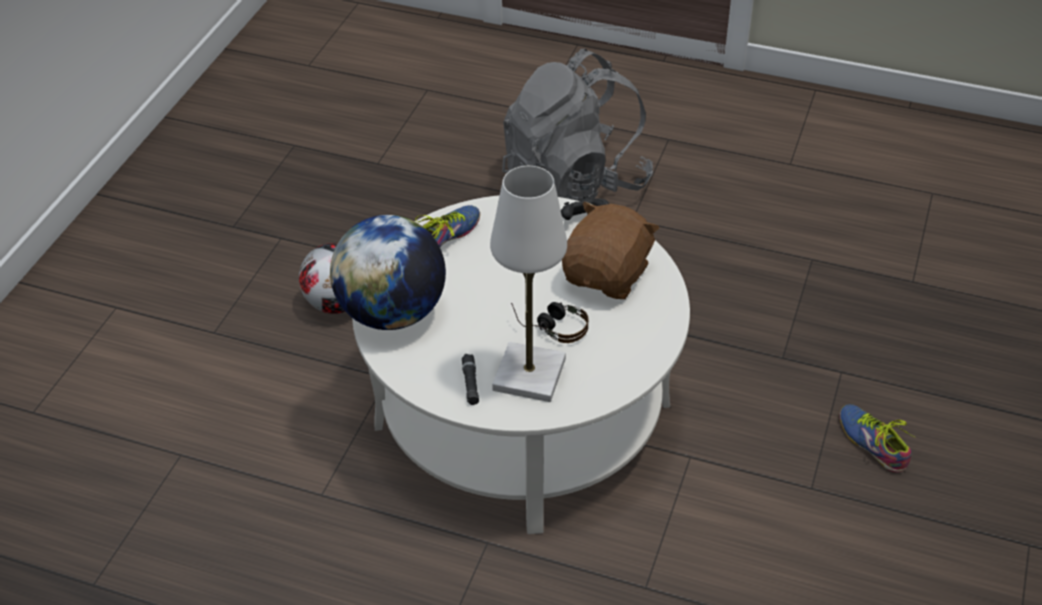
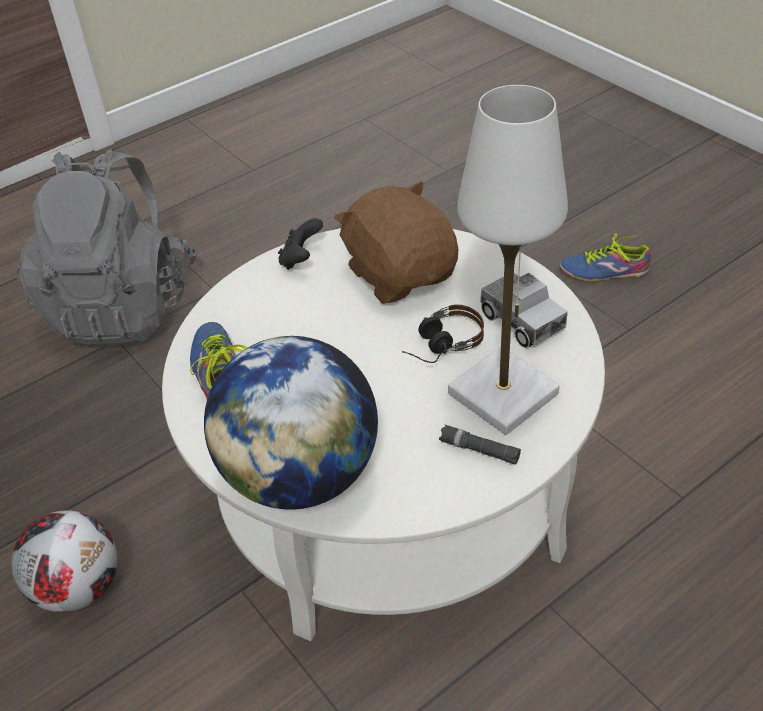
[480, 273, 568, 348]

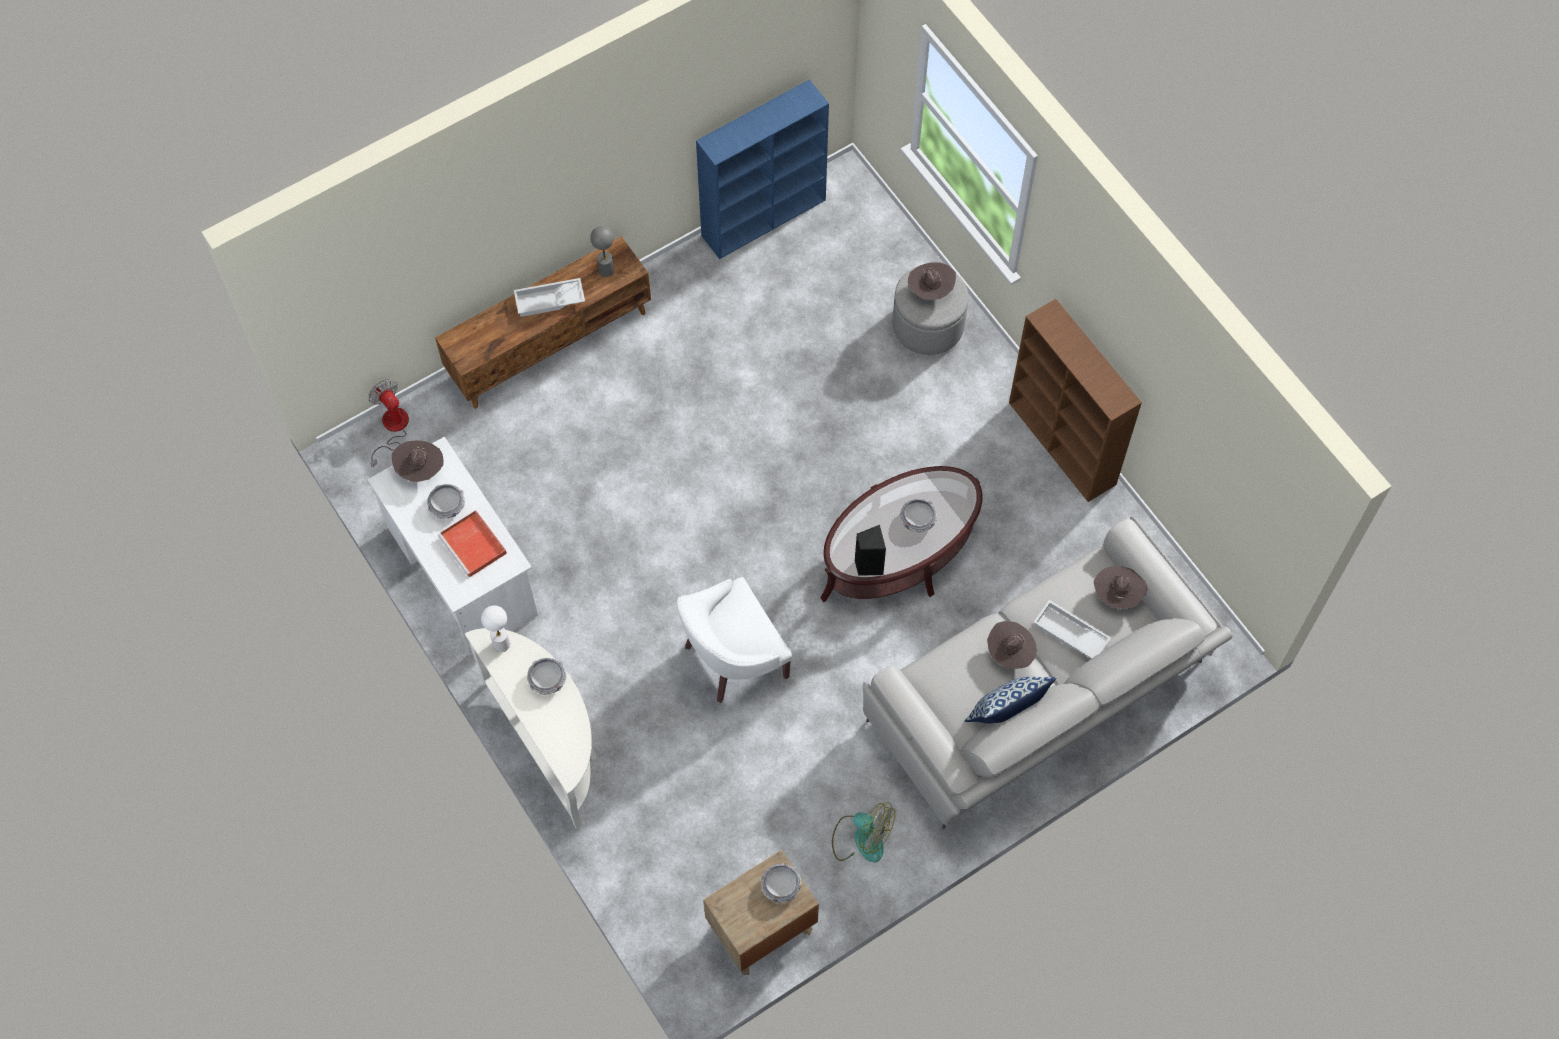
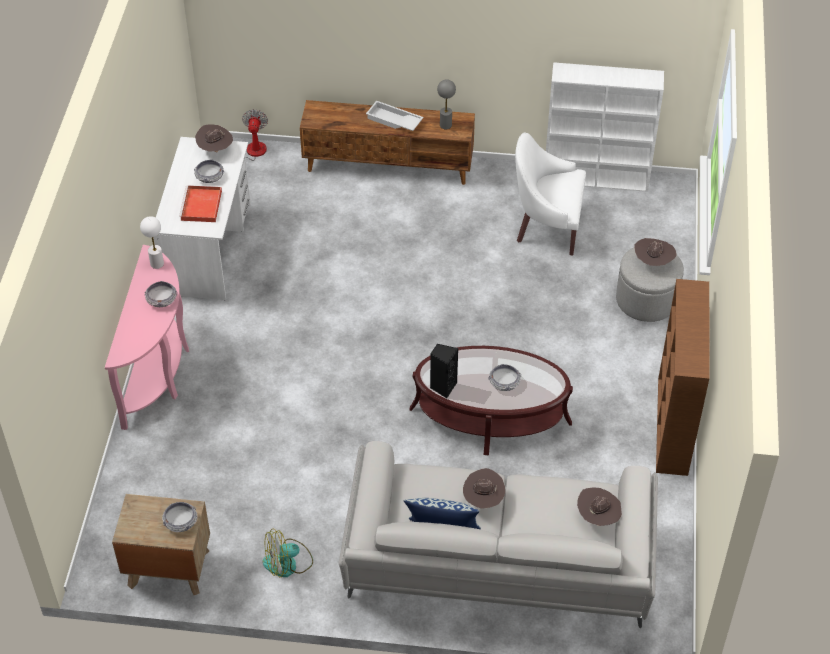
[546, 62, 664, 192]
[515, 133, 586, 256]
[1033, 600, 1111, 658] (first image)
[105, 245, 189, 430]
[263, 528, 313, 577]

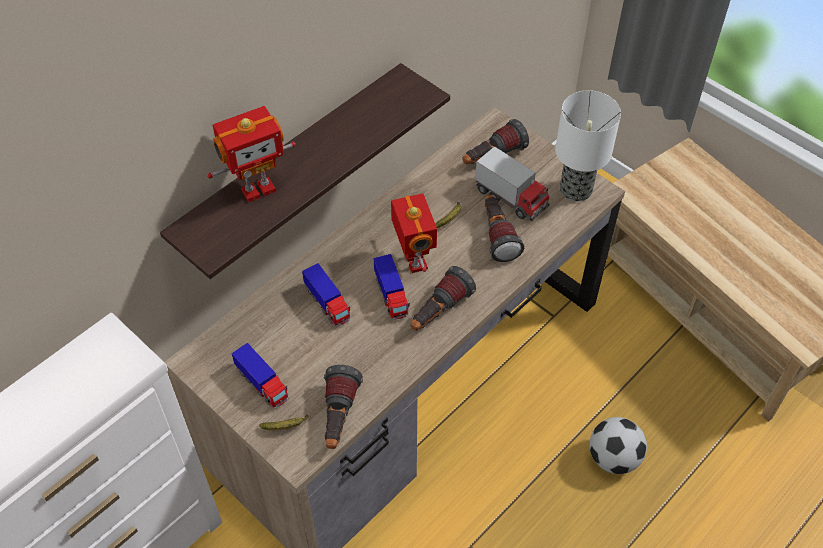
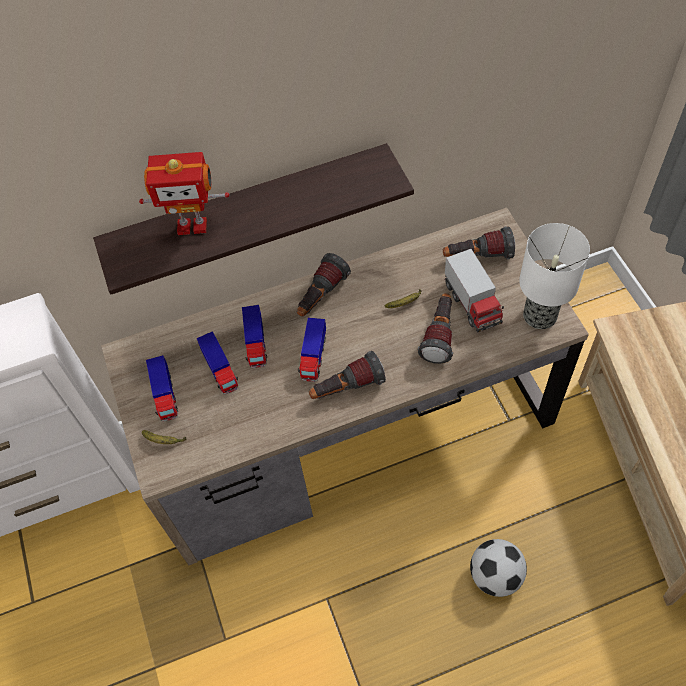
[391, 193, 437, 273] (first image)
[297, 253, 351, 317]
[197, 331, 239, 395]

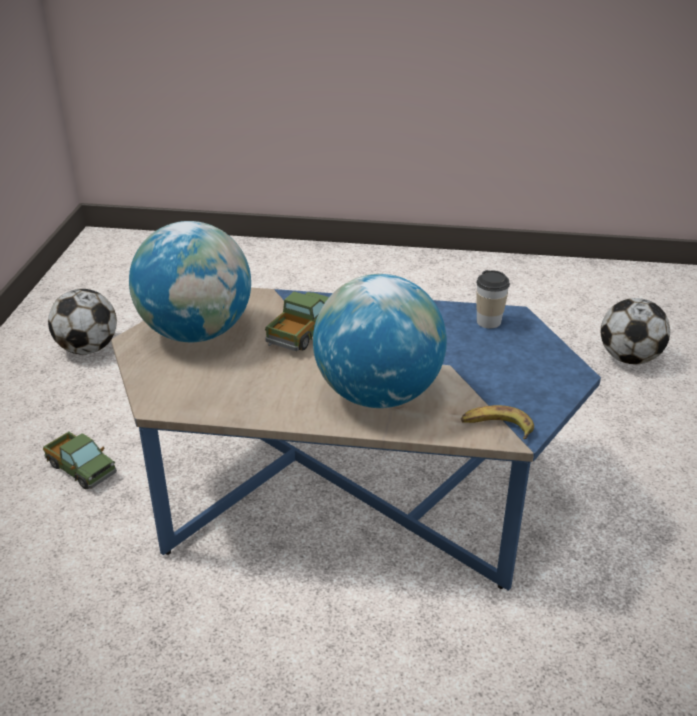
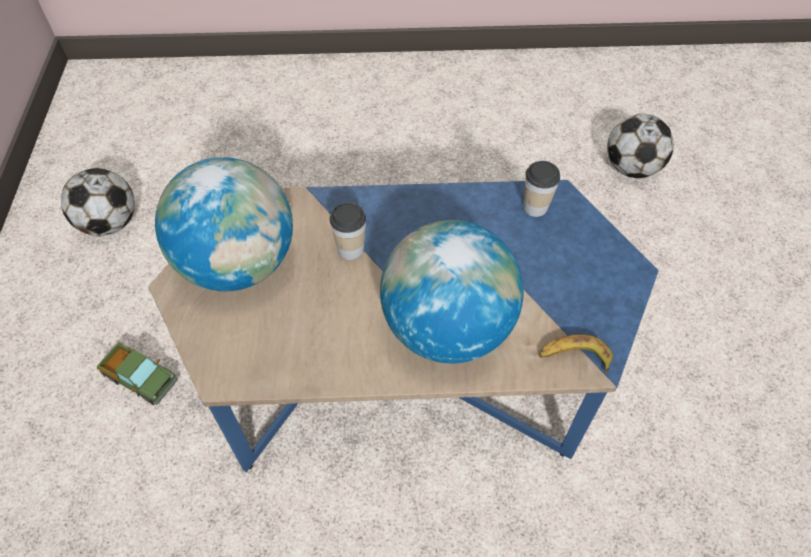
[330, 203, 366, 260]

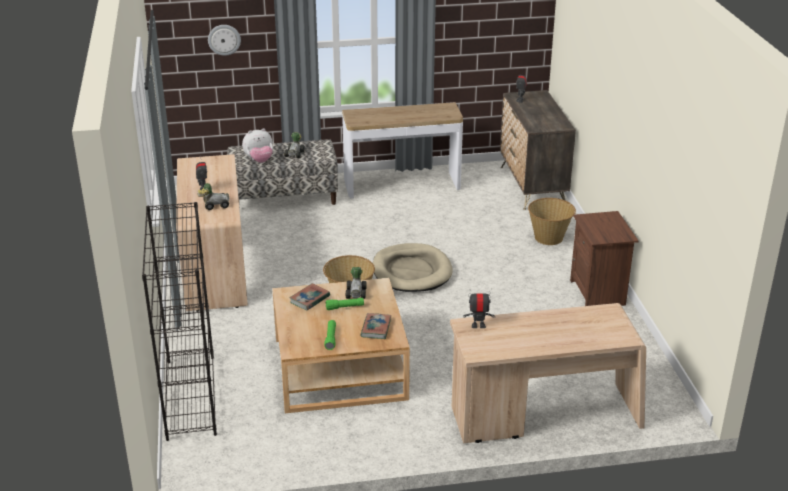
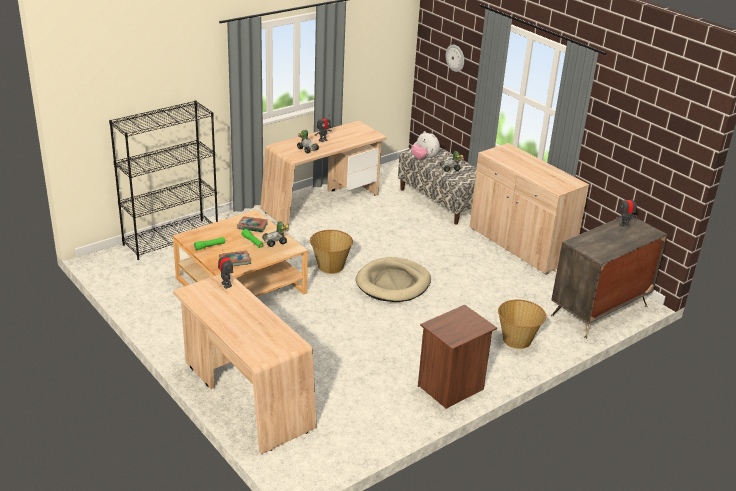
[469, 143, 589, 275]

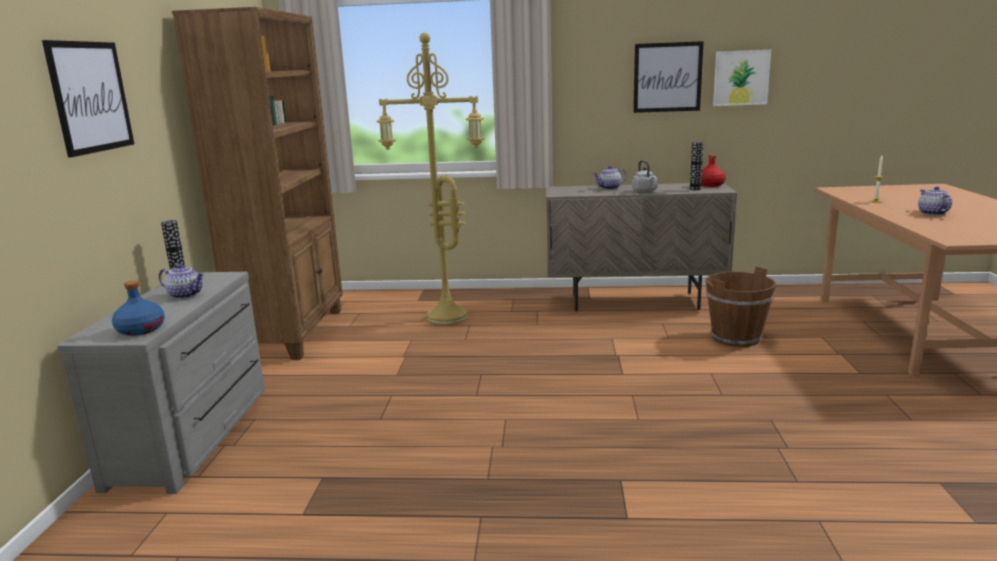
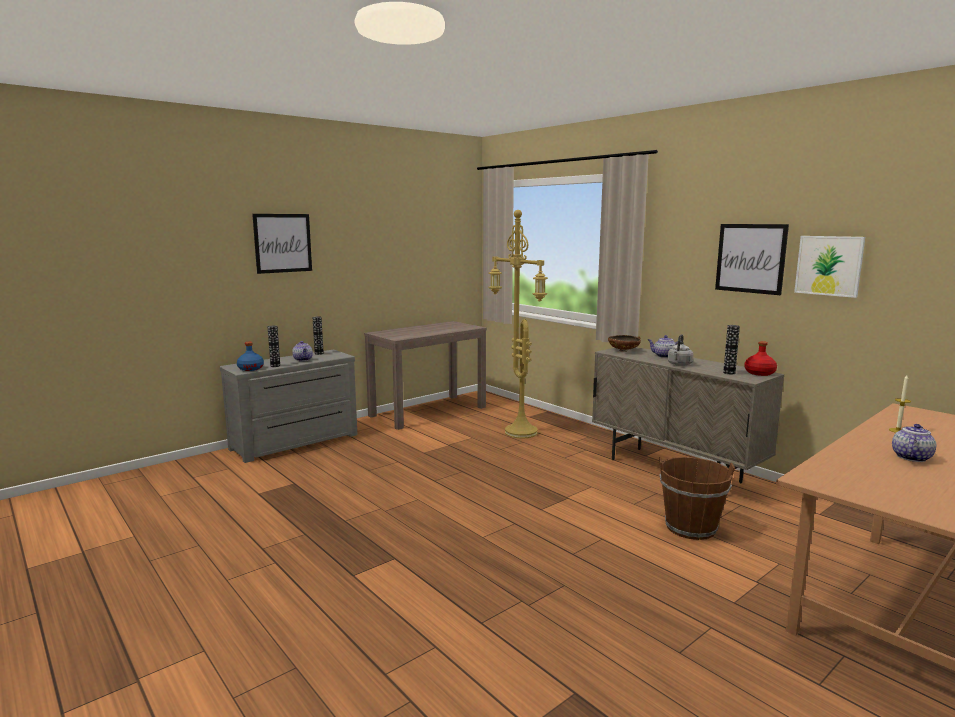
[364, 321, 487, 430]
[267, 326, 280, 367]
[608, 335, 641, 352]

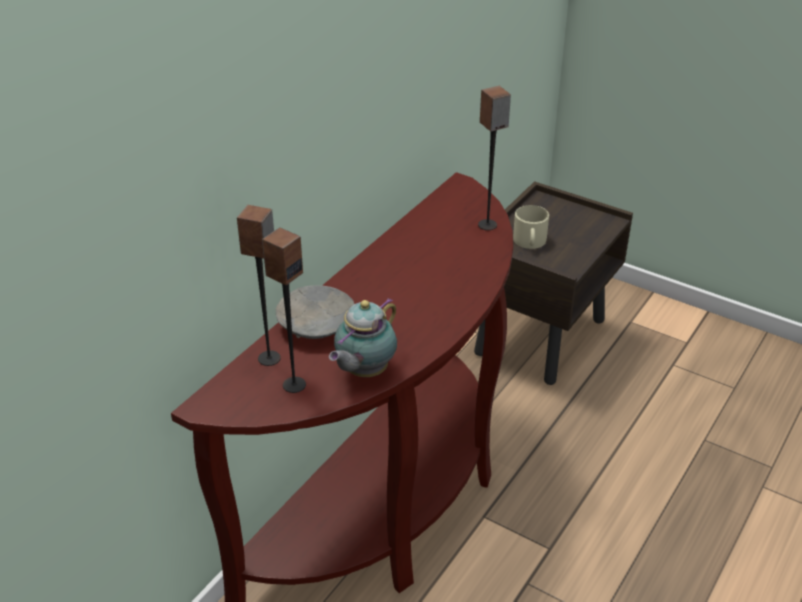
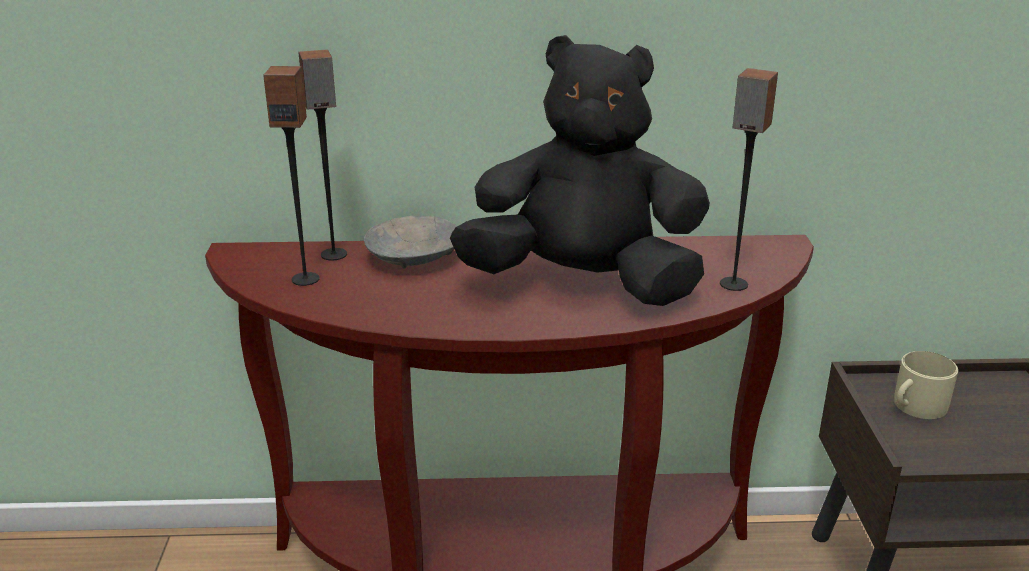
[329, 298, 397, 377] (first image)
[450, 35, 710, 306]

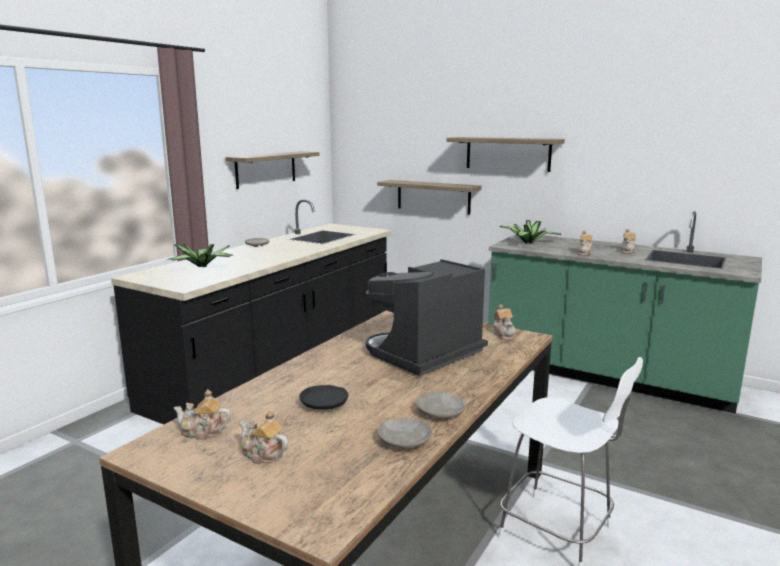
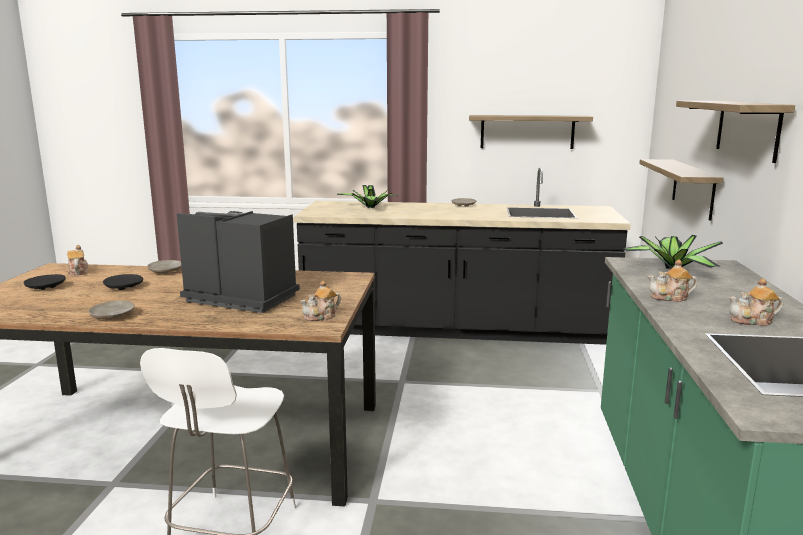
[24, 274, 66, 290]
[147, 260, 182, 274]

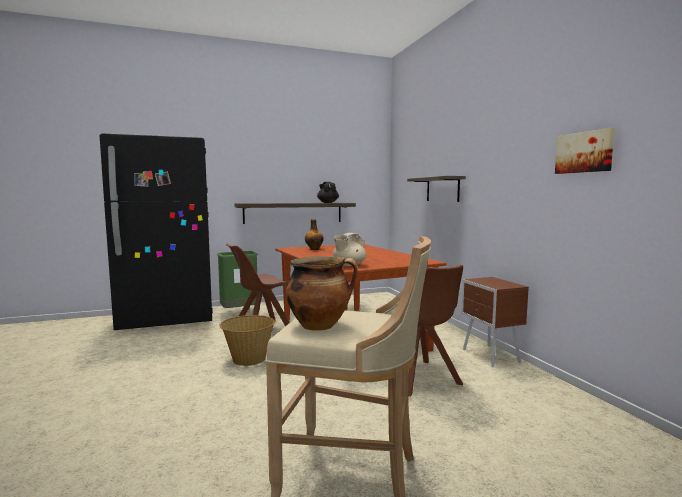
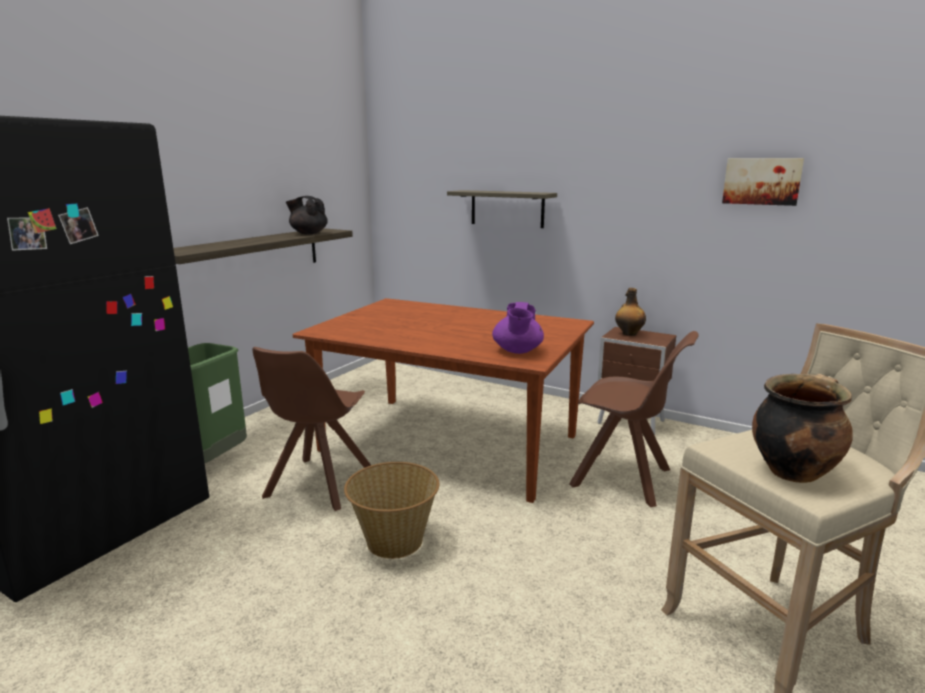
[615, 288, 646, 336]
[492, 302, 544, 354]

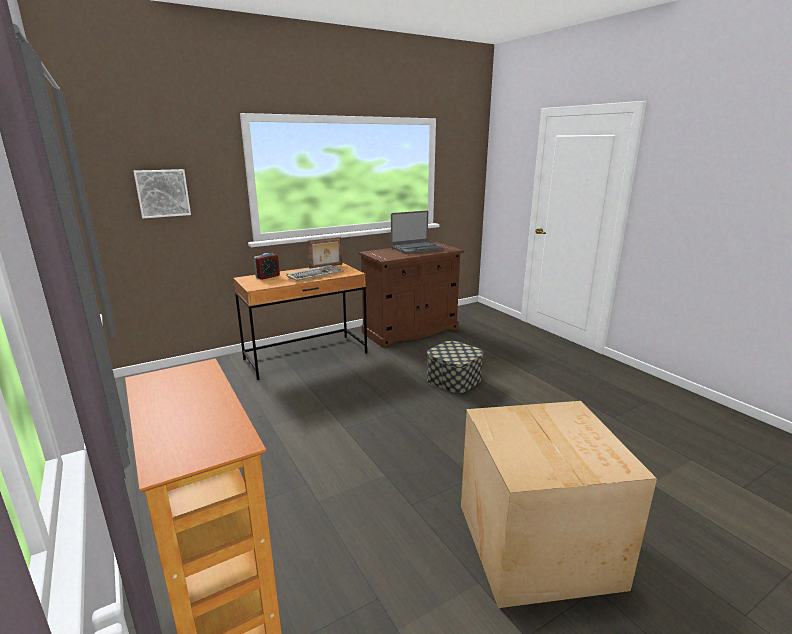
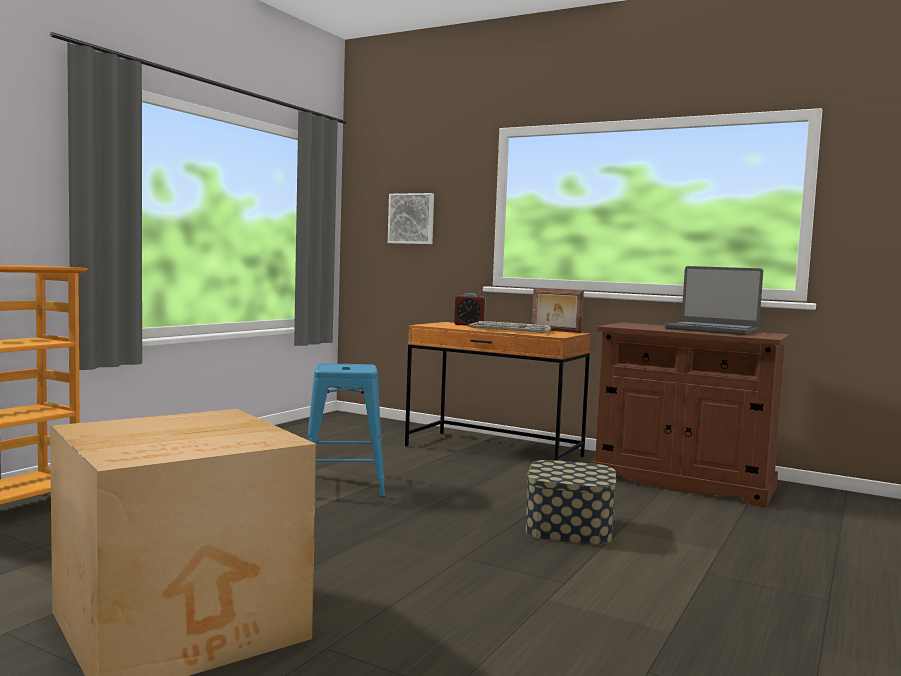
[307, 363, 385, 497]

